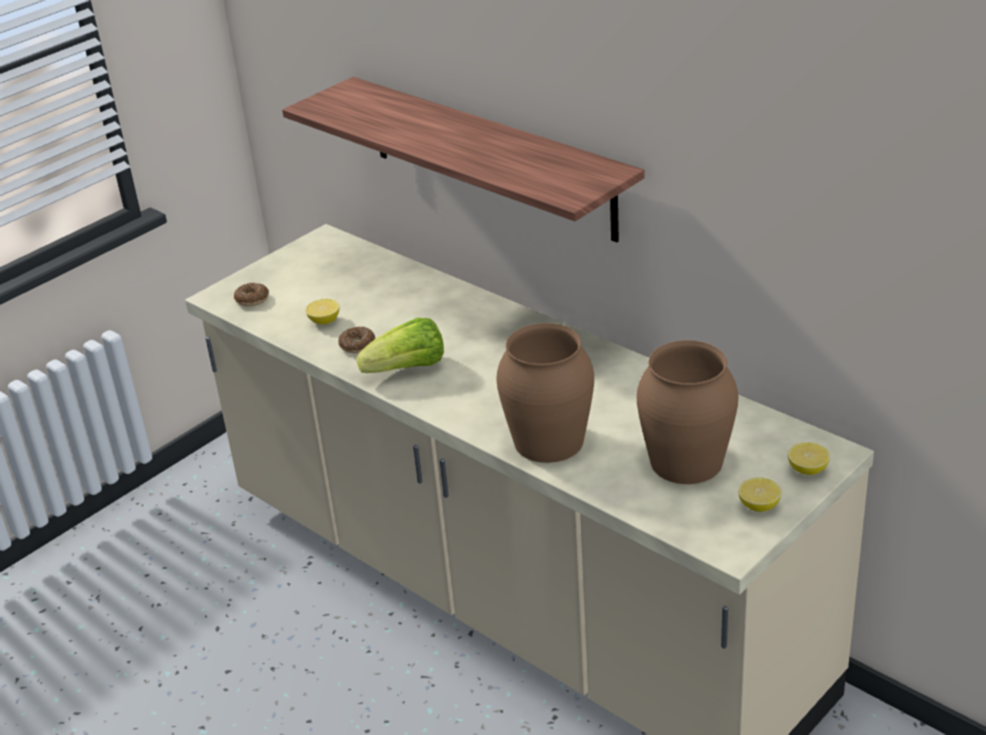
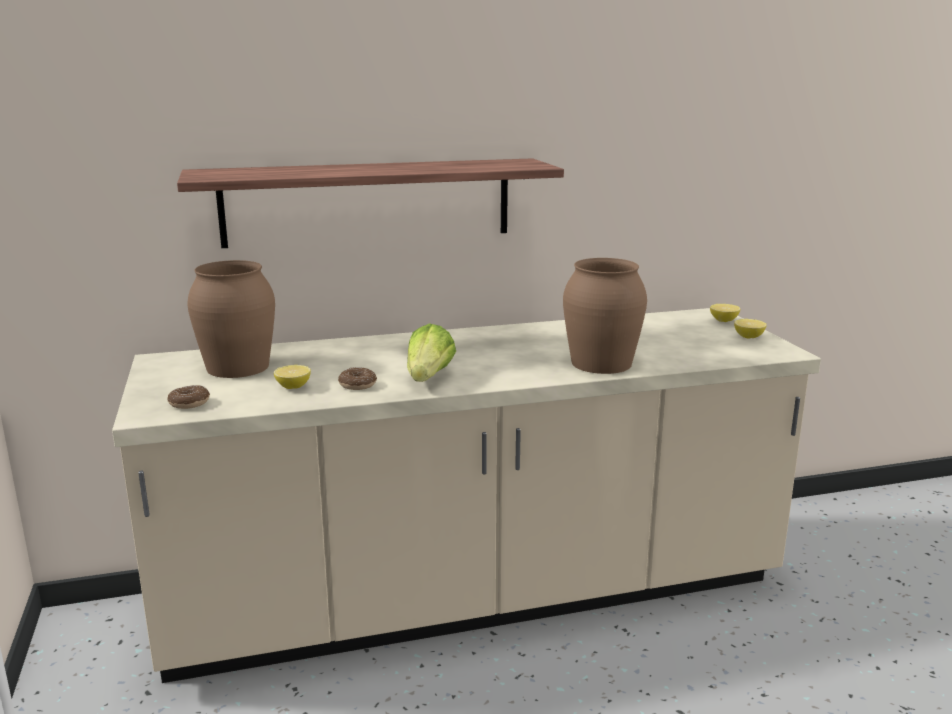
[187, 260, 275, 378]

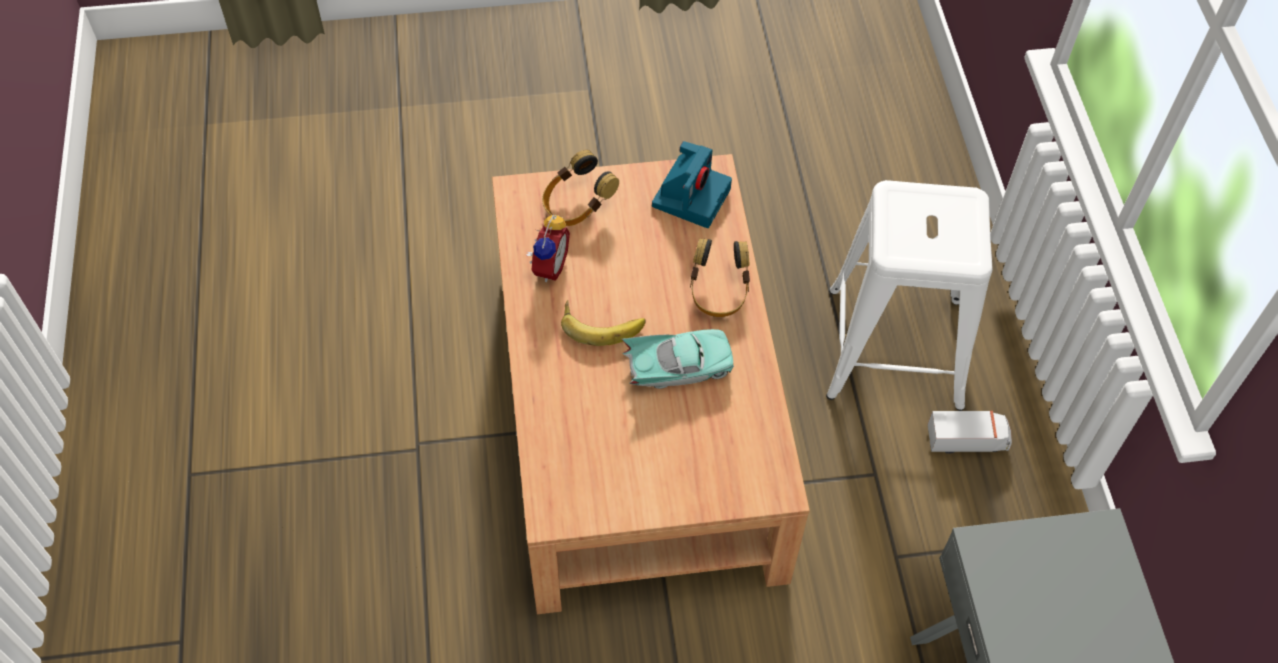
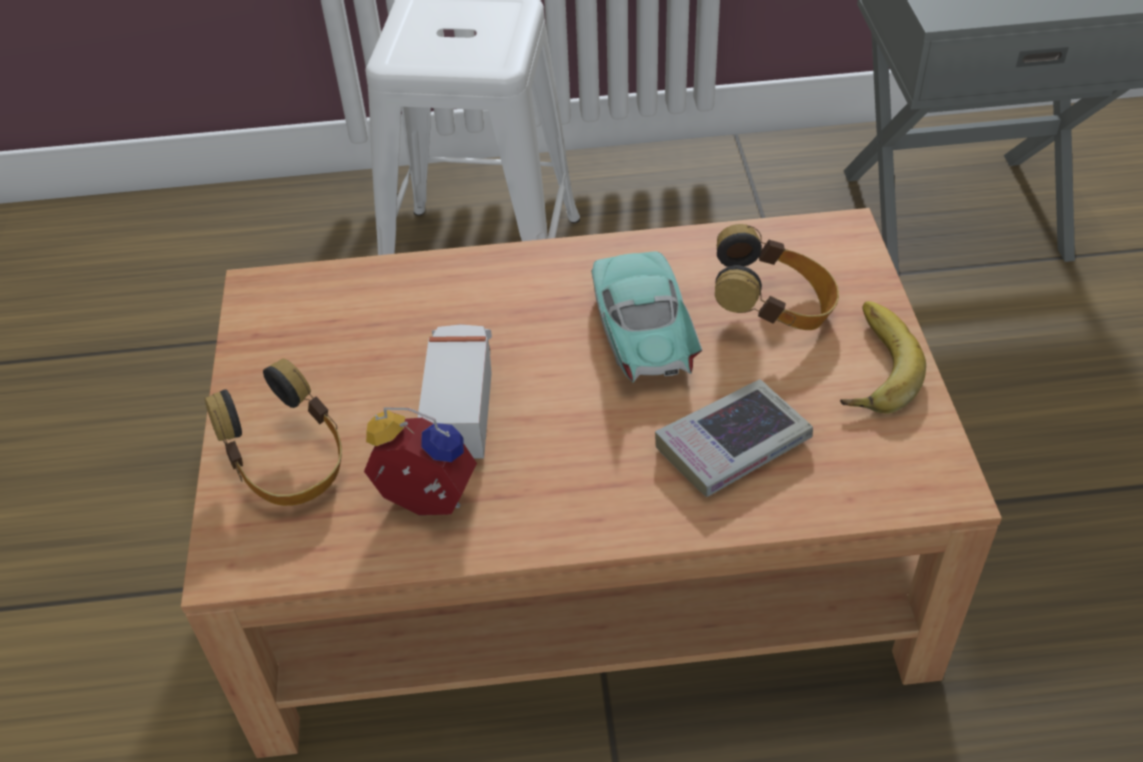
[652, 141, 732, 228] (first image)
[715, 224, 839, 330]
[840, 301, 926, 413]
[418, 324, 492, 459]
[655, 379, 813, 497]

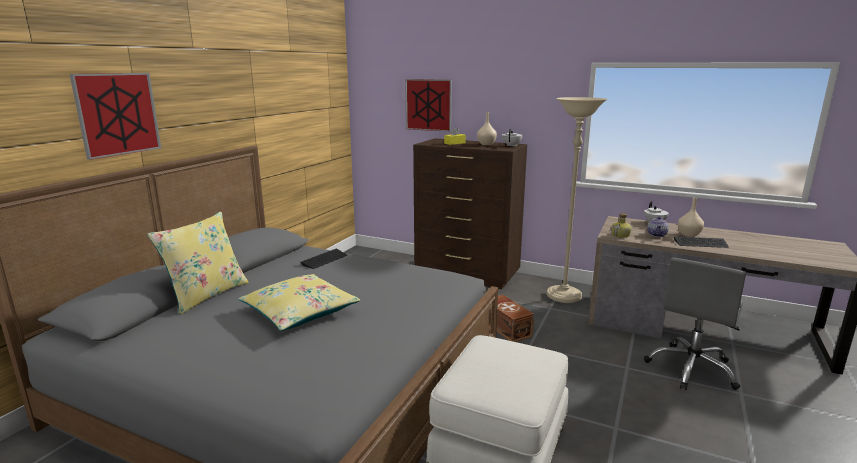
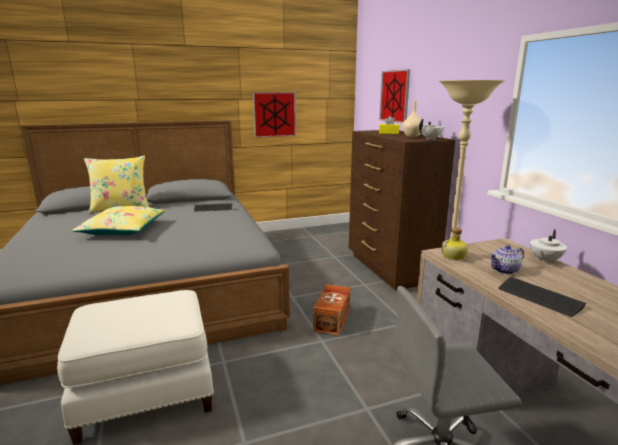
[253, 92, 296, 138]
[678, 198, 704, 237] (first image)

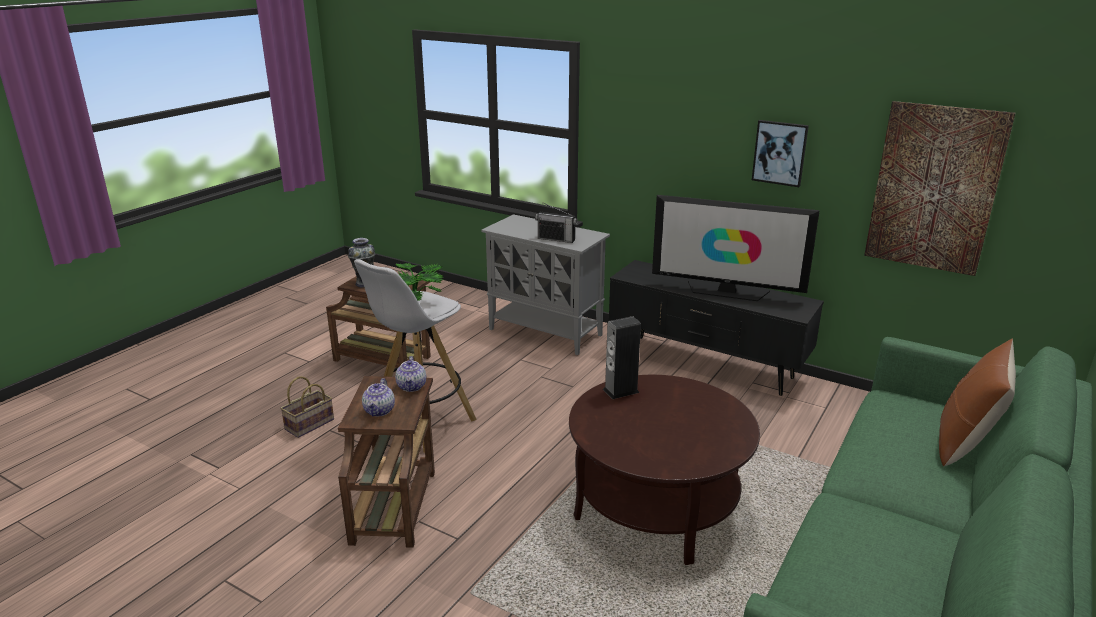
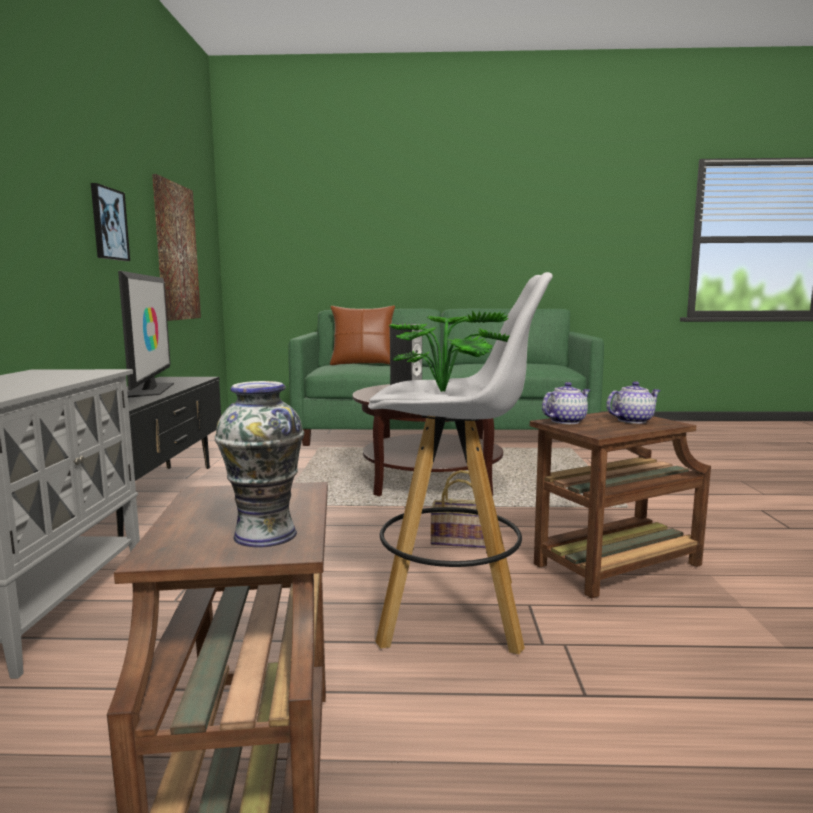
[535, 202, 578, 243] (first image)
[431, 470, 486, 548]

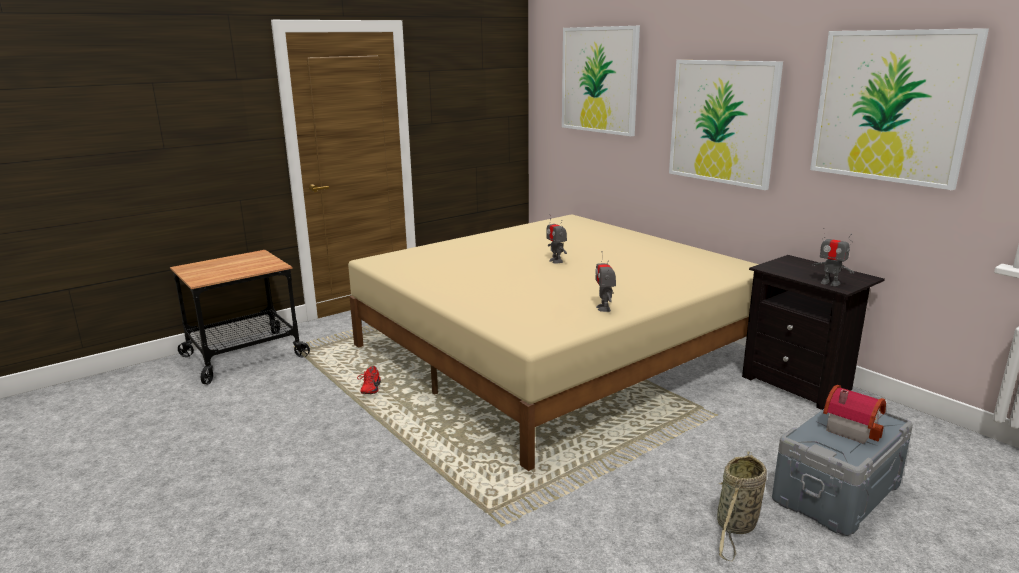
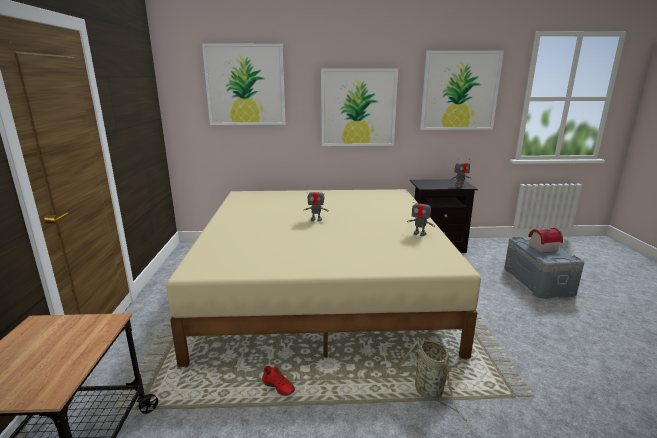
[396, 338, 467, 421]

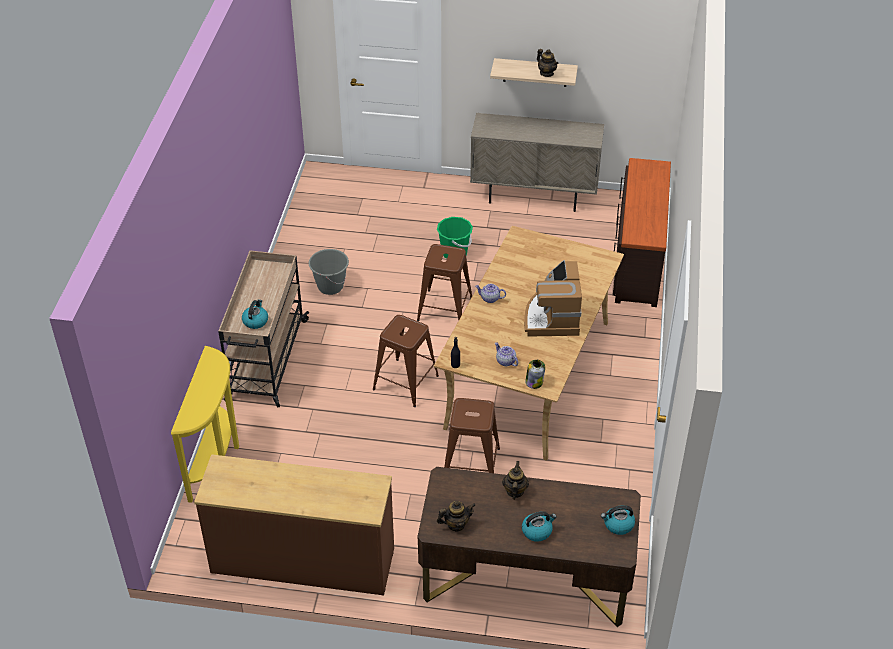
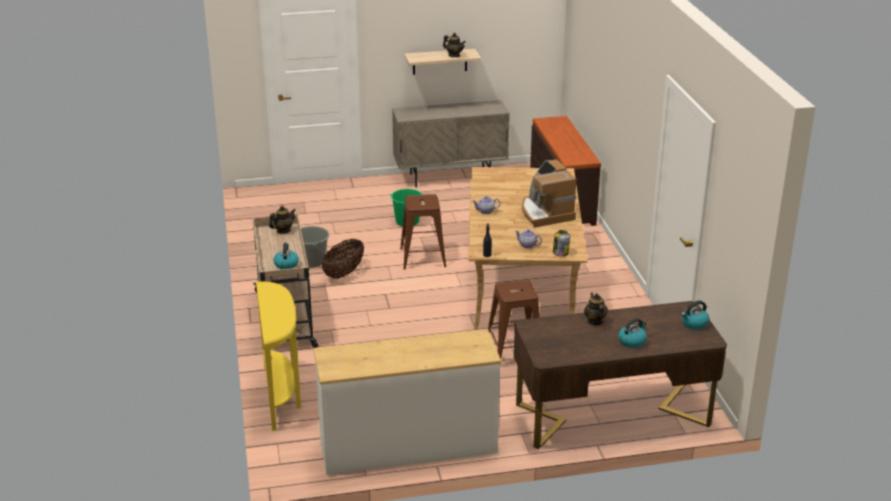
[373, 315, 439, 407] (first image)
[313, 329, 501, 475]
[269, 206, 296, 234]
[322, 239, 364, 279]

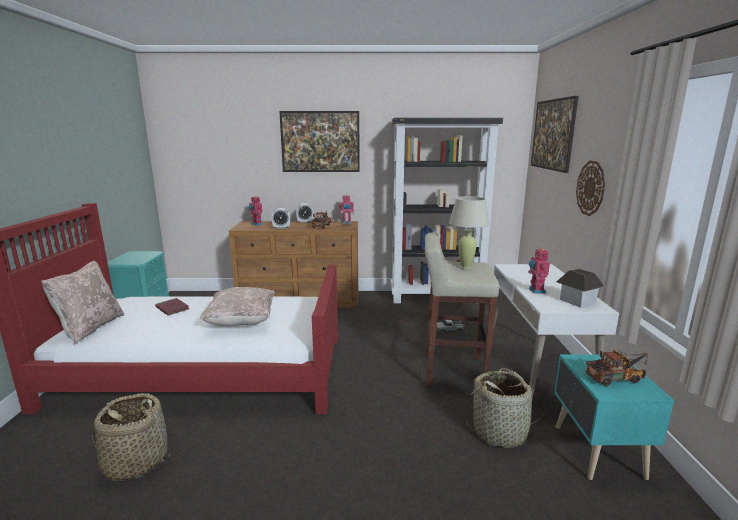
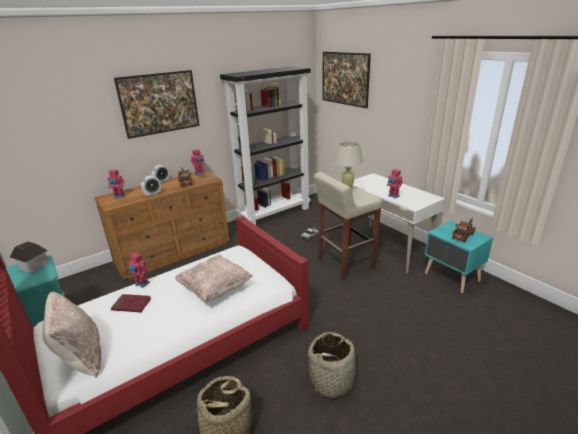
[576, 160, 605, 216] (first image)
[10, 241, 49, 273]
[308, 332, 358, 399]
[128, 253, 150, 288]

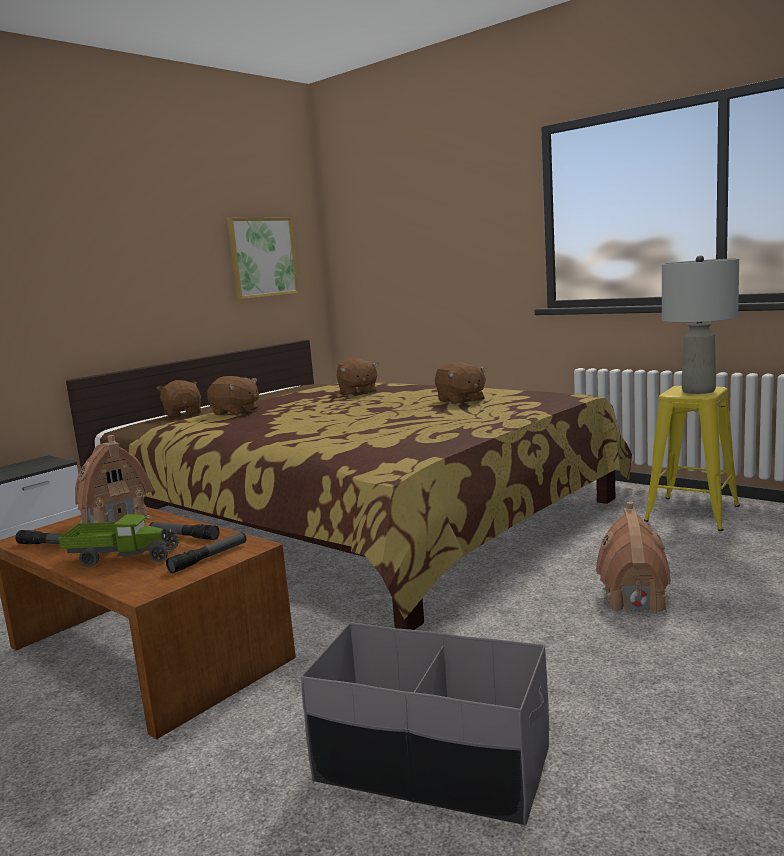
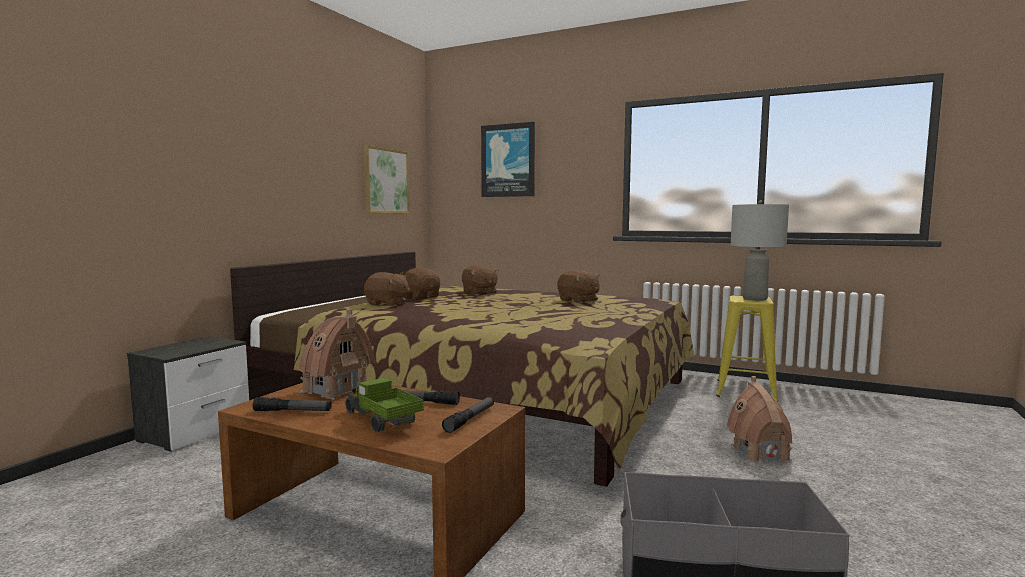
[400, 268, 440, 299]
[344, 378, 424, 432]
[481, 122, 535, 197]

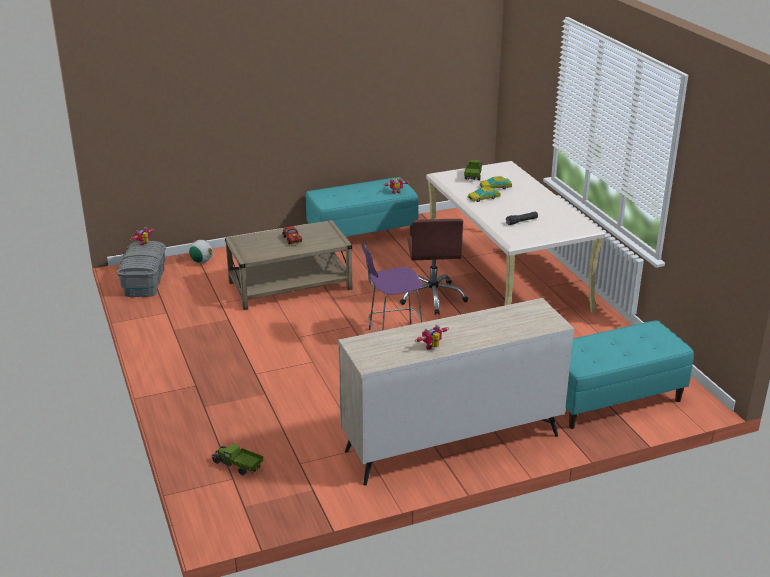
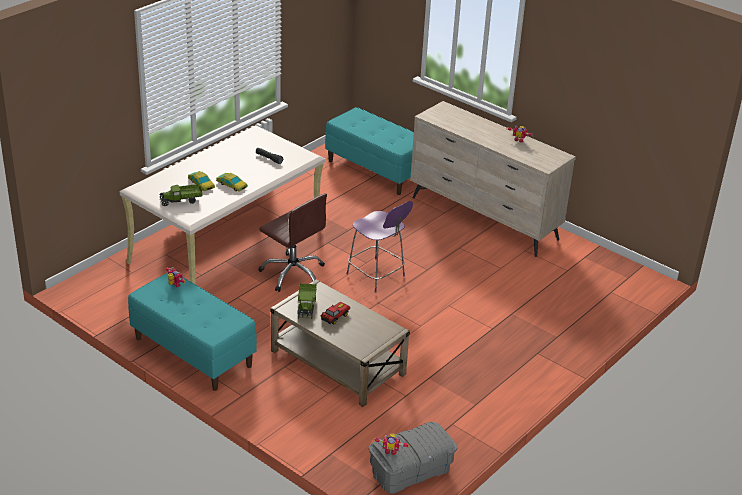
[258, 193, 327, 292]
[189, 240, 213, 263] (first image)
[297, 284, 317, 319]

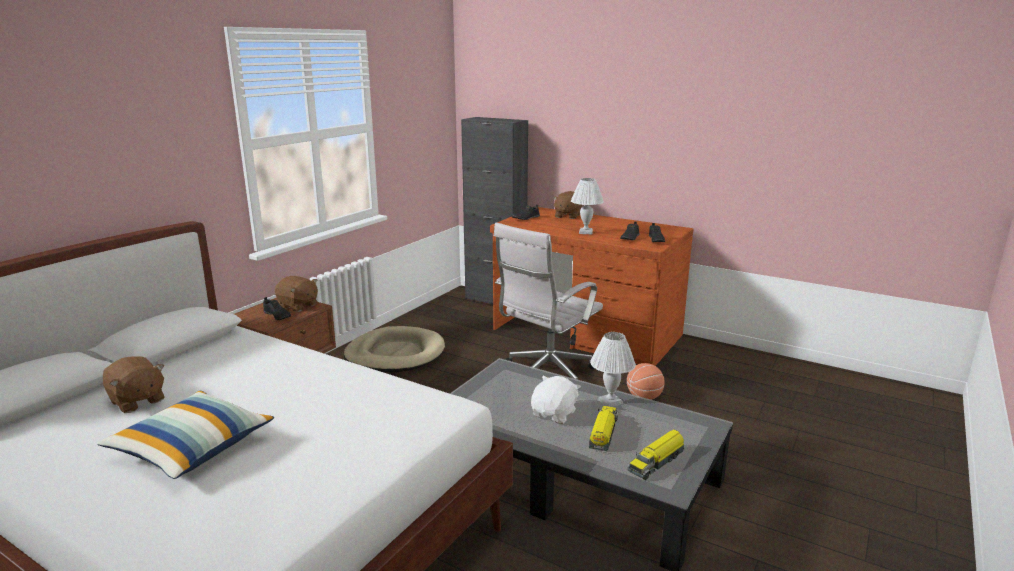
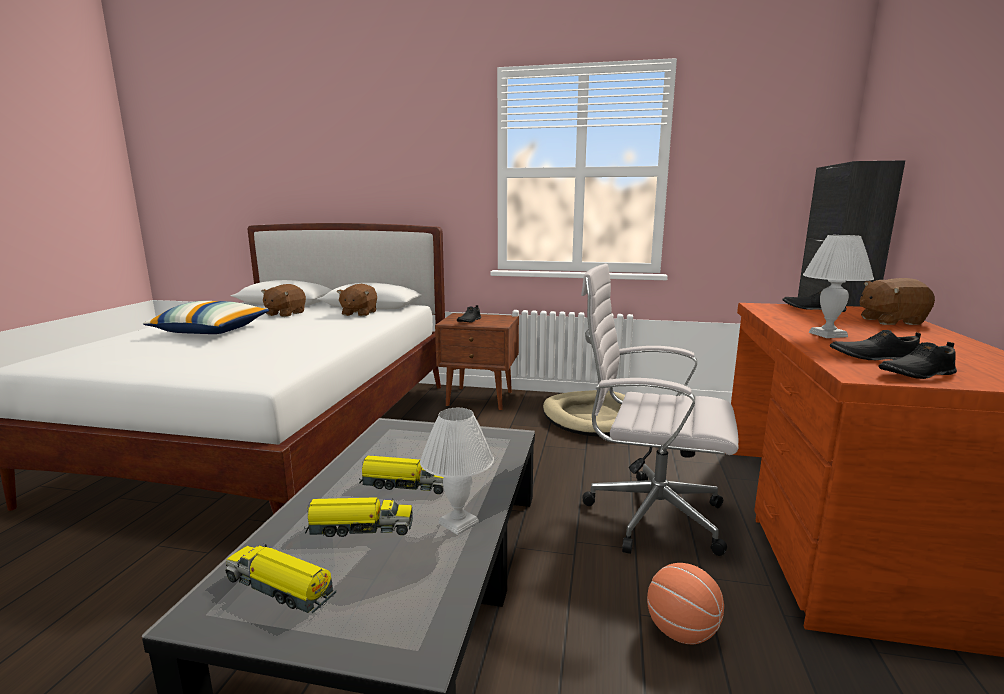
[337, 284, 377, 317]
[359, 455, 443, 494]

